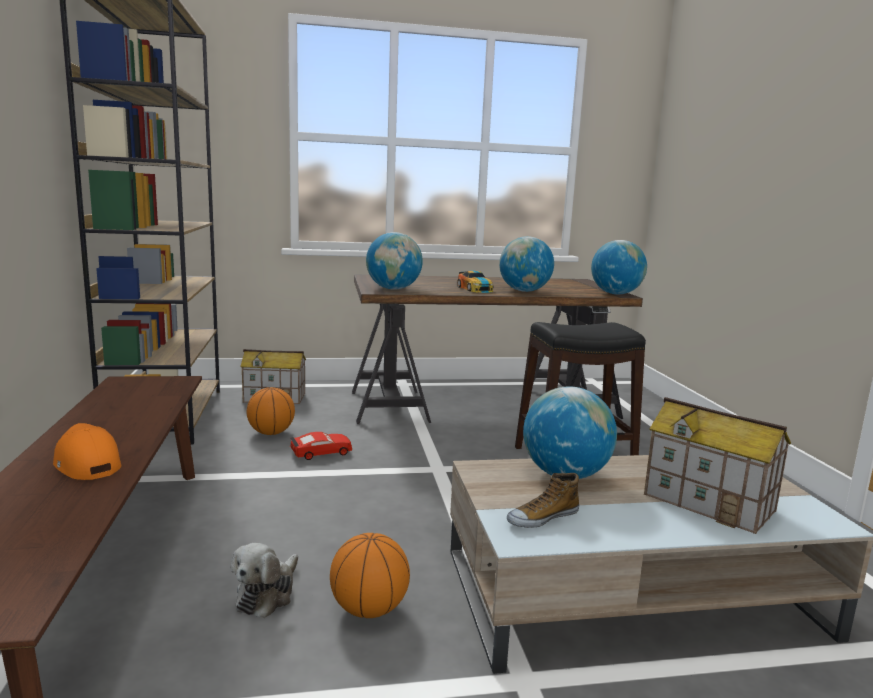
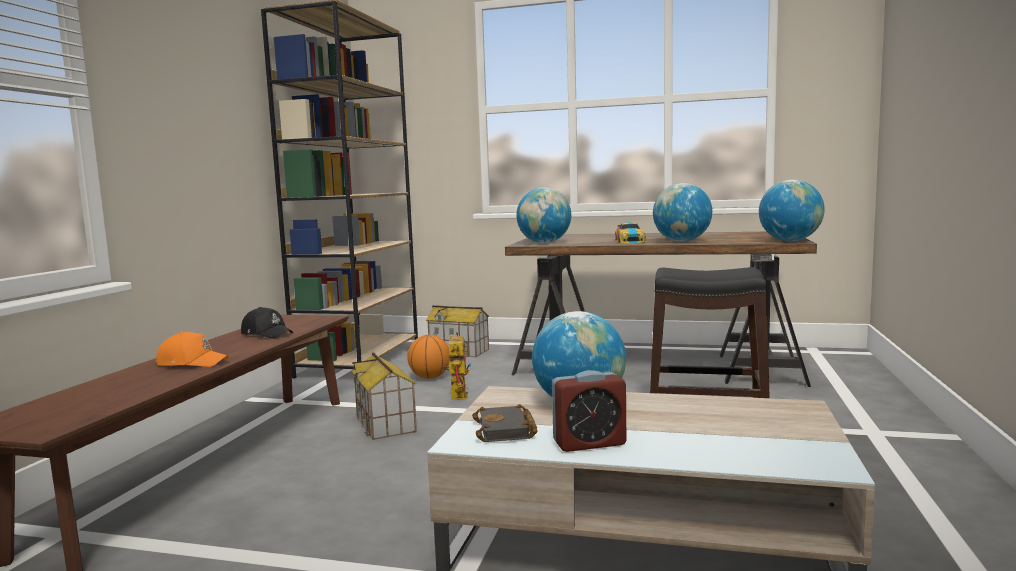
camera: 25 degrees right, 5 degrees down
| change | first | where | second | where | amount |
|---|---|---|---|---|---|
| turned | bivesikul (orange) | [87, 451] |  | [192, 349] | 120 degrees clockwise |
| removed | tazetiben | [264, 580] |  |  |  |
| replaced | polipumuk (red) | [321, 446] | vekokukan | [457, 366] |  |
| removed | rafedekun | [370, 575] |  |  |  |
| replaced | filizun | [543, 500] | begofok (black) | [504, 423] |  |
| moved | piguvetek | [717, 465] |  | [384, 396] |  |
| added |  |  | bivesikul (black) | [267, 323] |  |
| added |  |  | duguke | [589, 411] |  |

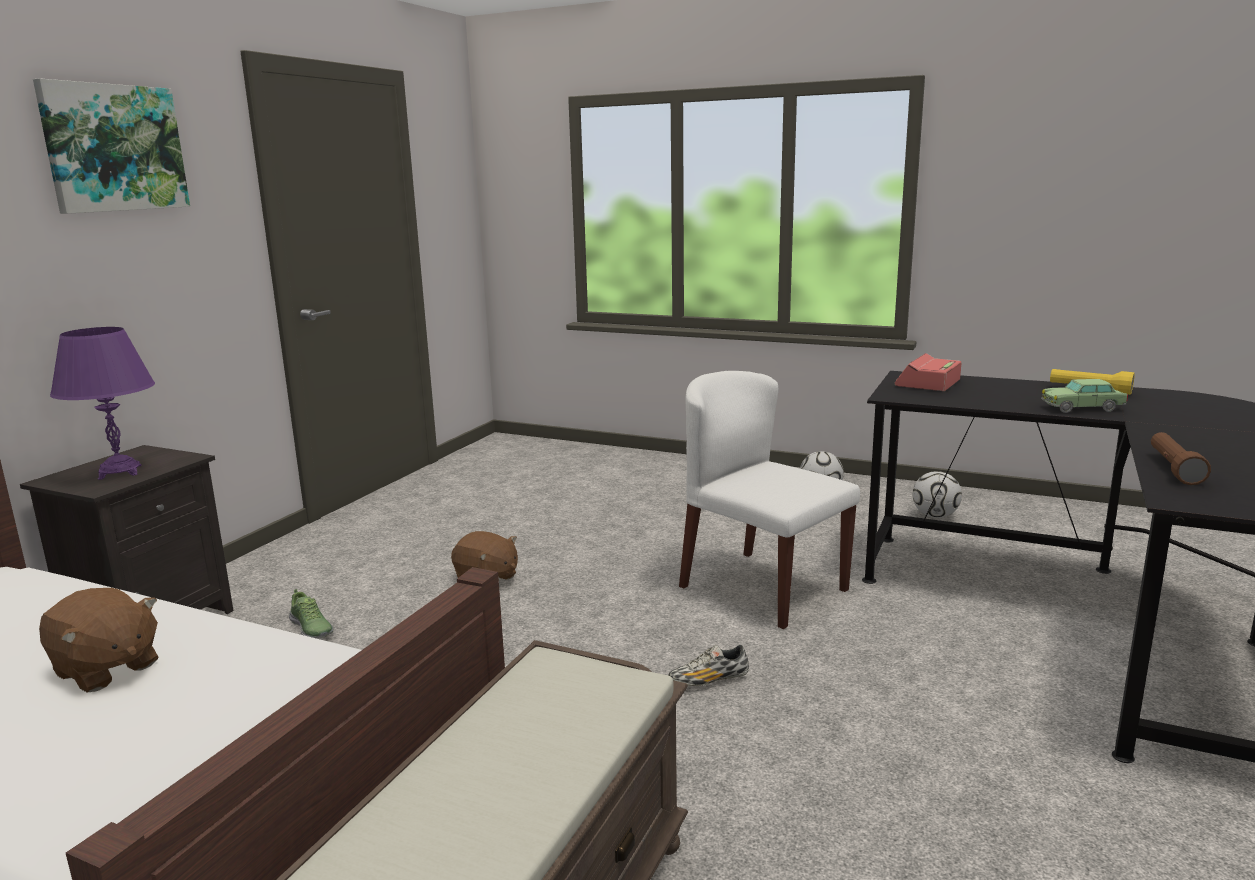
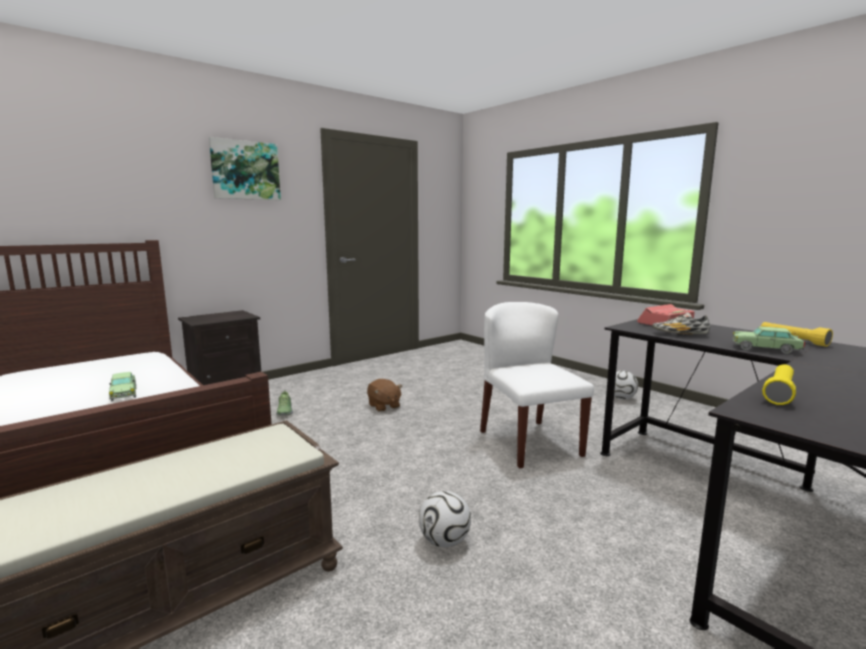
camera: 25 degrees right, 5 degrees down
| change | first | where | second | where | amount |
|---|---|---|---|---|---|
| replaced | tazetiben (brown) | [98, 640] | polipumuk | [122, 386] |  |
| removed | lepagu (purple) | [102, 403] |  |  |  |
| moved | filizun | [708, 665] |  | [681, 323] |  |
| moved | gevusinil | [937, 494] |  | [445, 519] |  |
| recoloured | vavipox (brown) | [1181, 458] | vavipox (yellow) | [779, 384] |  |

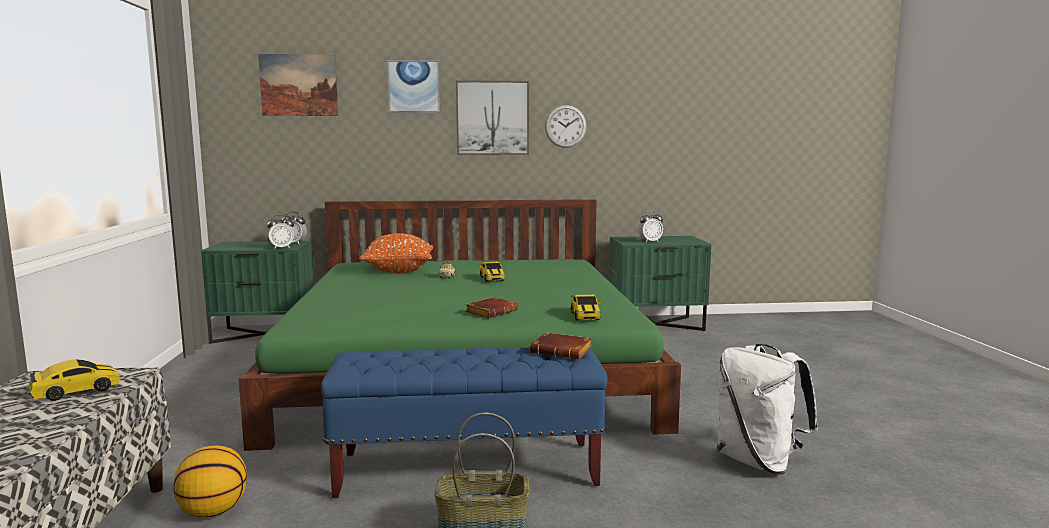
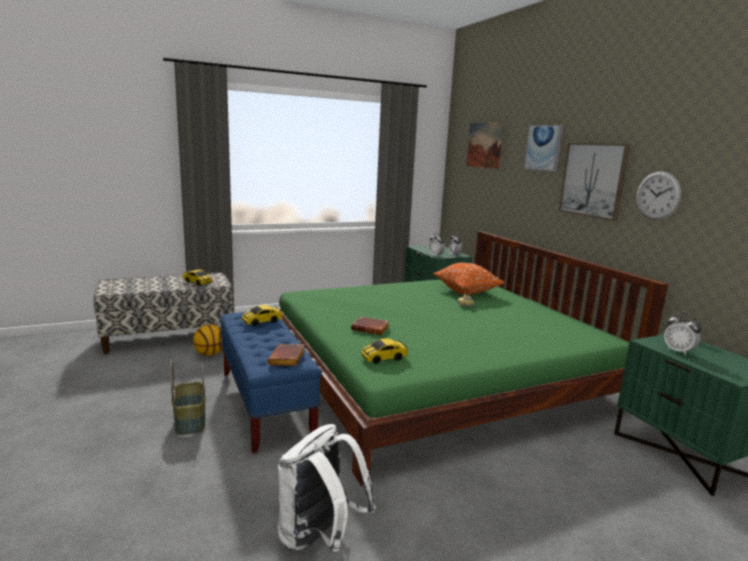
camera: 70 degrees right, 5 degrees up
| change | first | where | second | where | amount |
|---|---|---|---|---|---|
| moved | polipumuk | [492, 272] |  | [262, 315] |  |

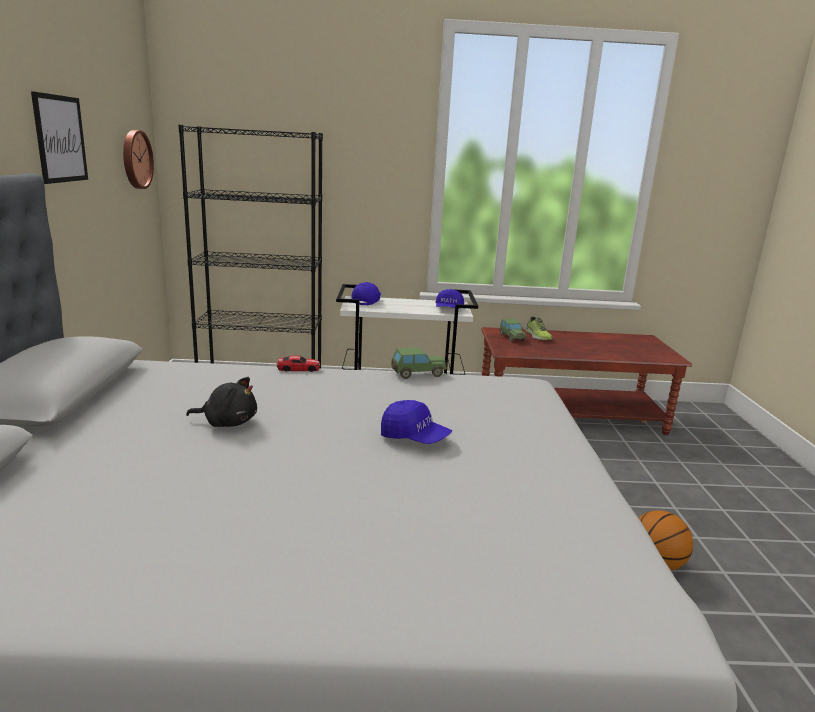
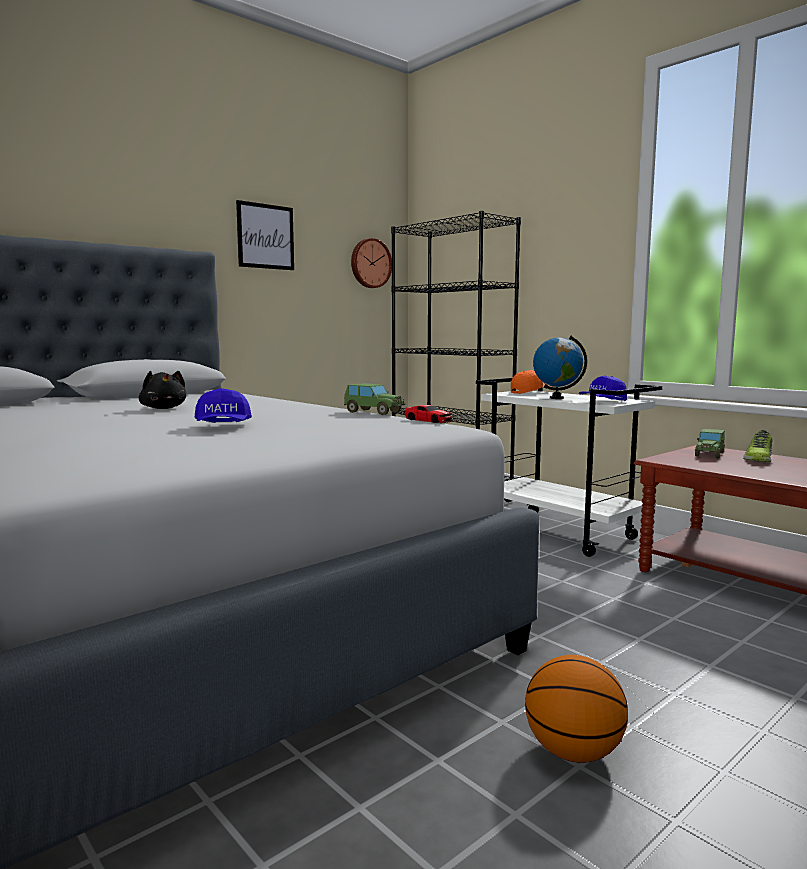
camera: 50 degrees right, 10 degrees down
| change | first | where | second | where | amount |
|---|---|---|---|---|---|
| moved | polipumuk | [298, 364] |  | [428, 414] |  |
| recoloured | bivesikul (blue) | [366, 294] | bivesikul (orange) | [532, 382] |  |
| added |  |  | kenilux | [560, 367] |  |

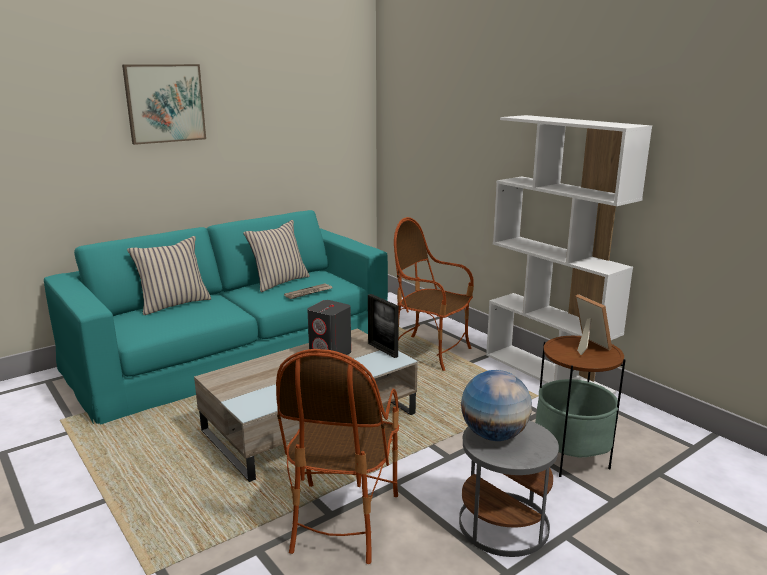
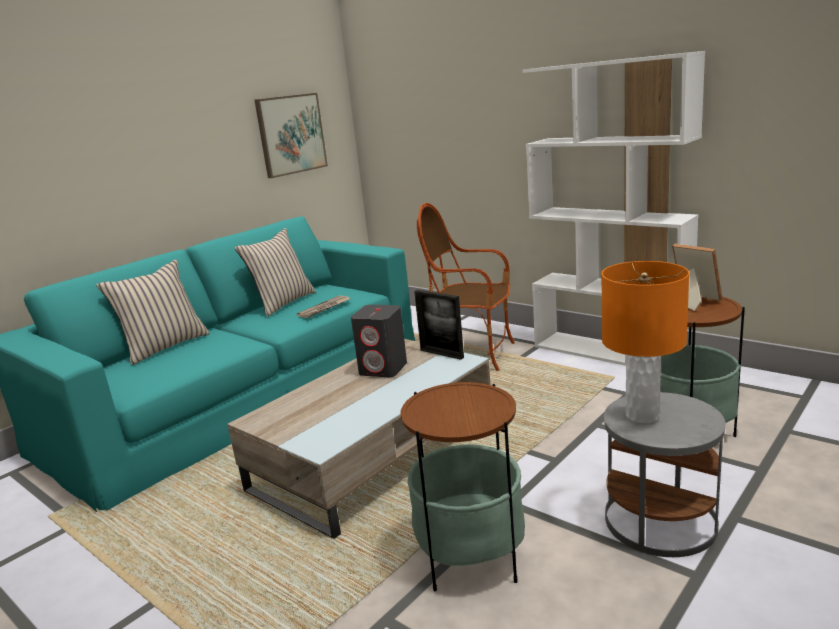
camera: 10 degrees left, 0 degrees up
| change | first | where | second | where | amount |
|---|---|---|---|---|---|
| moved | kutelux | [164, 104] |  | [291, 135] |  |
| replaced | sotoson | [337, 456] | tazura | [462, 486] |  |
| replaced | kenilux | [496, 405] | lepagu (orange) | [645, 342] |  |

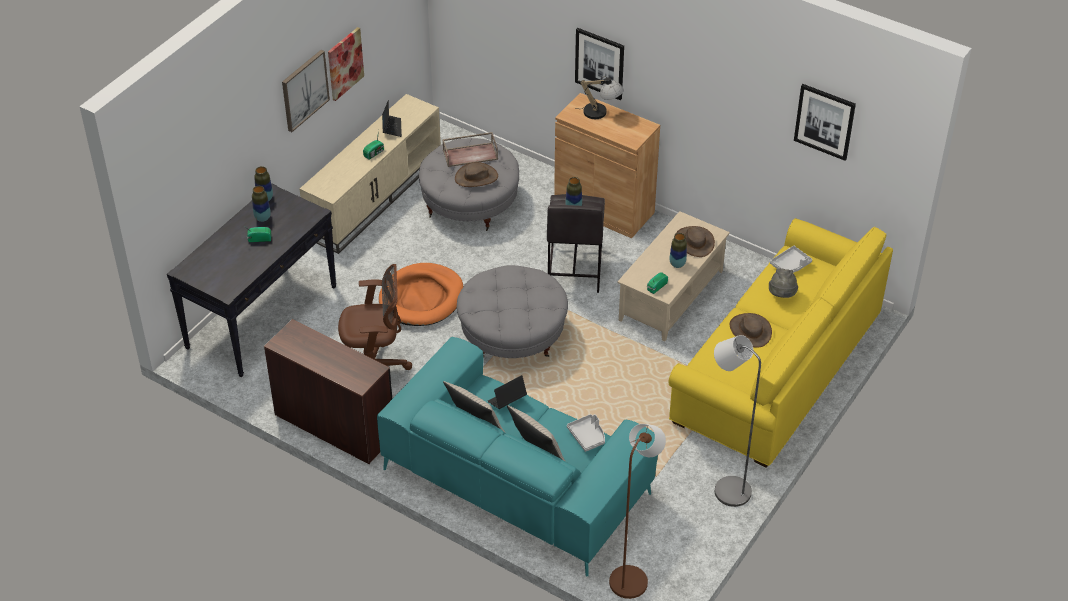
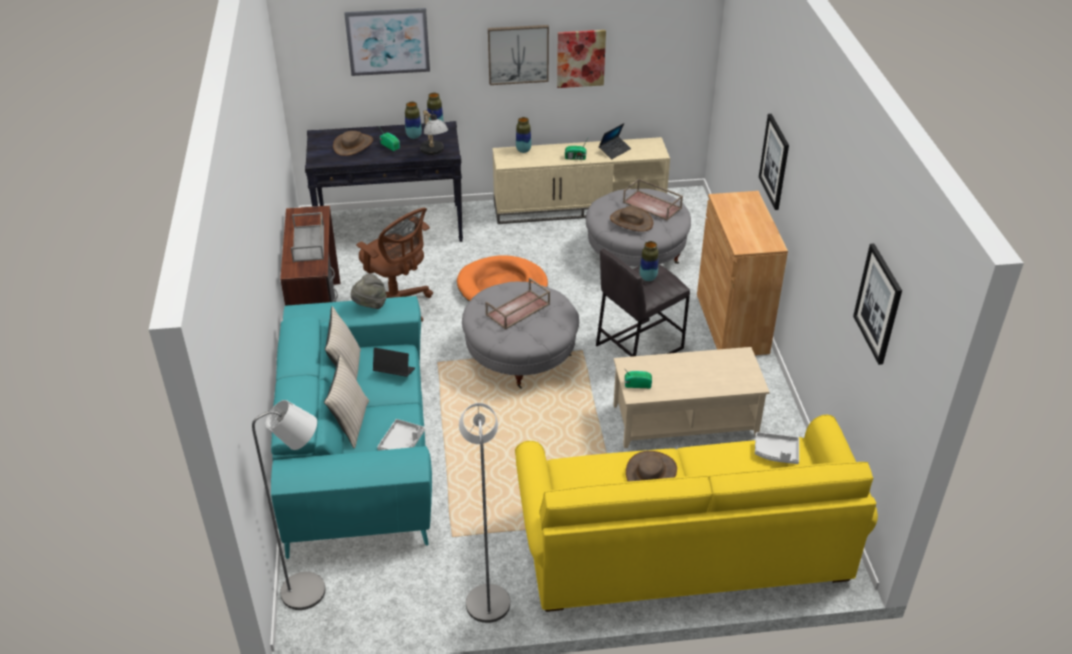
camera: 50 degrees right, 5 degrees down
| change | first | where | second | where | amount |
|---|---|---|---|---|---|
| moved | lepagu | [599, 97] |  | [434, 132] |  |
| recoloured | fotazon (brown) | [637, 511] | fotazon (grey) | [288, 505] |  |
| moved | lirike | [678, 250] |  | [523, 135] |  |
| moved | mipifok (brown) | [695, 241] |  | [353, 143] |  |
| moved | mipifok (grey) | [783, 283] |  | [369, 291] |  |
| added |  |  | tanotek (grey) | [307, 237] |  |
| added |  |  | kutelux | [387, 42] |  |
| added |  |  | tanotek (brown) | [517, 304] |  |

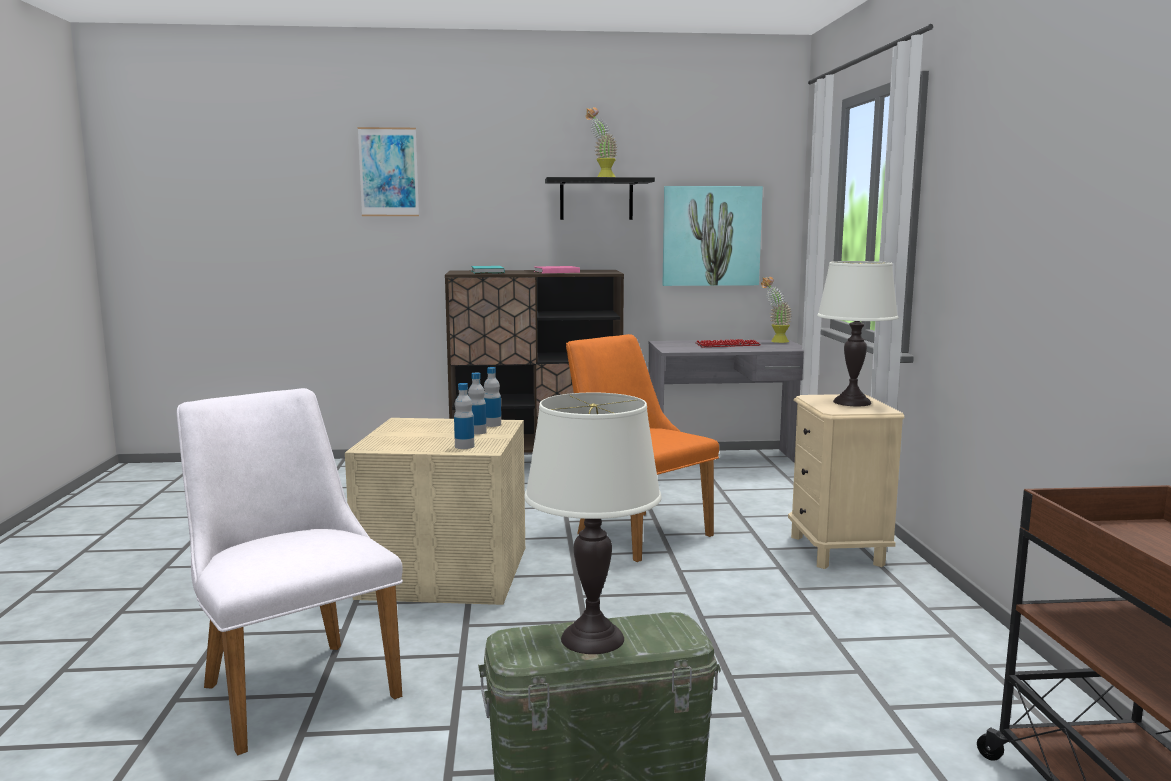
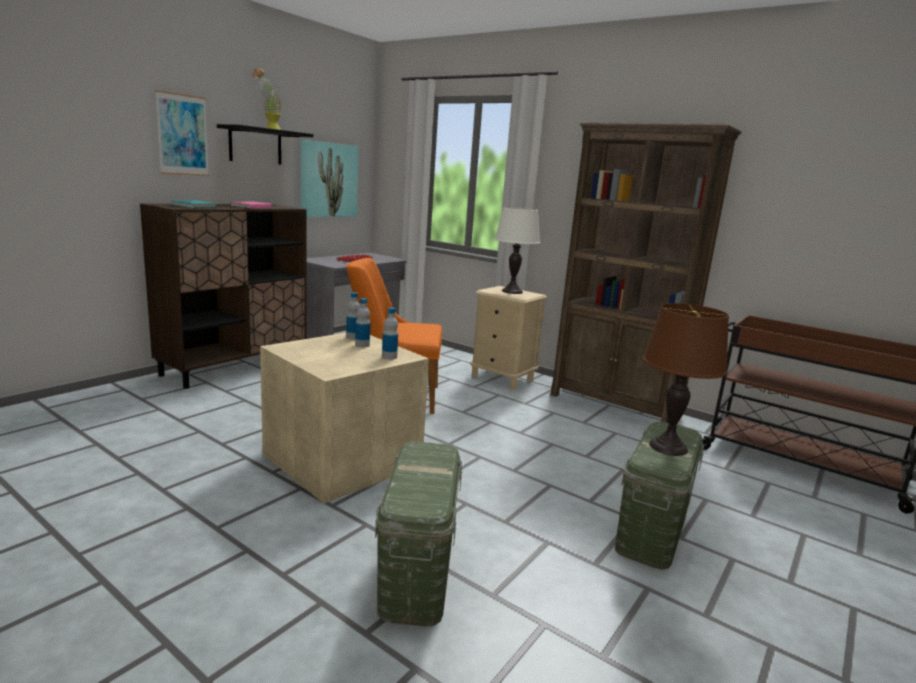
camera: 50 degrees left, 5 degrees up
| change | first | where | second | where | amount |
|---|---|---|---|---|---|
| replaced | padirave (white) | [290, 572] | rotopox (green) | [418, 534] |  |
| moved | kutelux | [388, 171] |  | [182, 133] |  |
| recoloured | lepagu (white) | [593, 523] | lepagu (brown) | [685, 379] |  |
| removed | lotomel | [776, 310] |  |  |  |
| added |  |  | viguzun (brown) | [646, 272] |  |

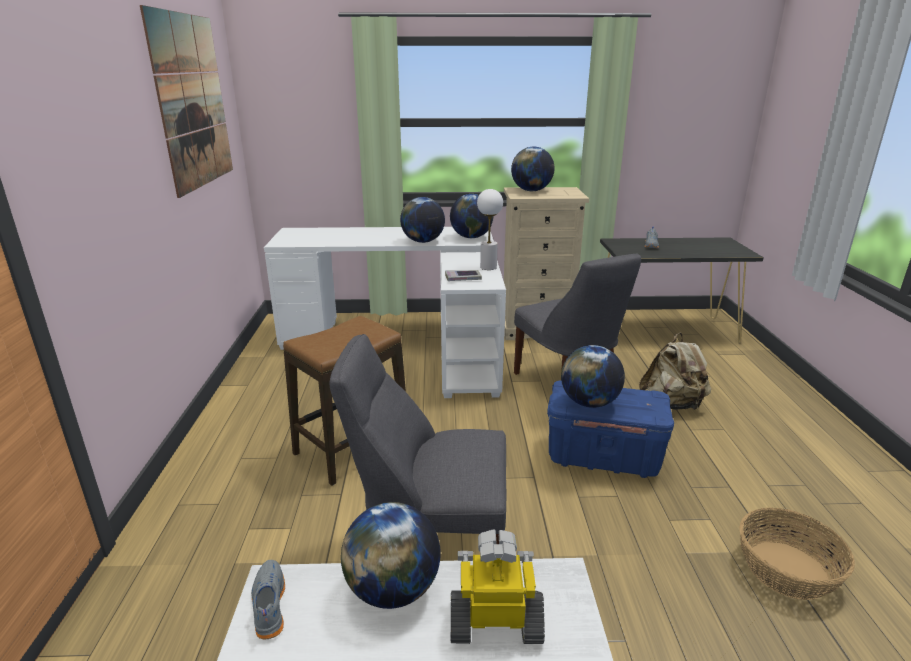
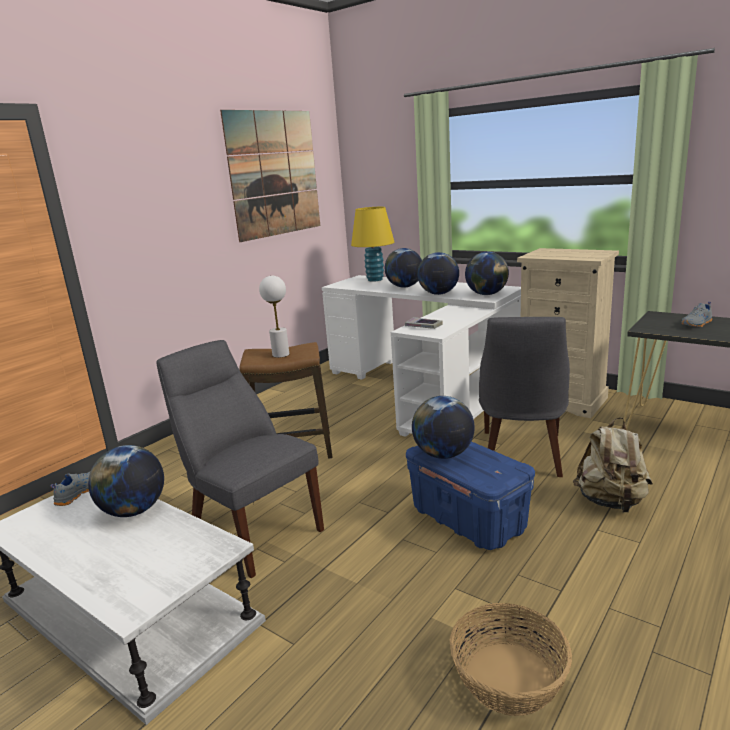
camera: 40 degrees right, 5 degrees down
| change | first | where | second | where | amount |
|---|---|---|---|---|---|
| removed | vekokukan | [498, 586] |  |  |  |
| moved | lepagu (white) | [490, 229] |  | [274, 317] |  |
| moved | kenilux | [533, 169] |  | [403, 268] |  |
| added |  |  | lepagu (yellow) | [372, 244] |  |

